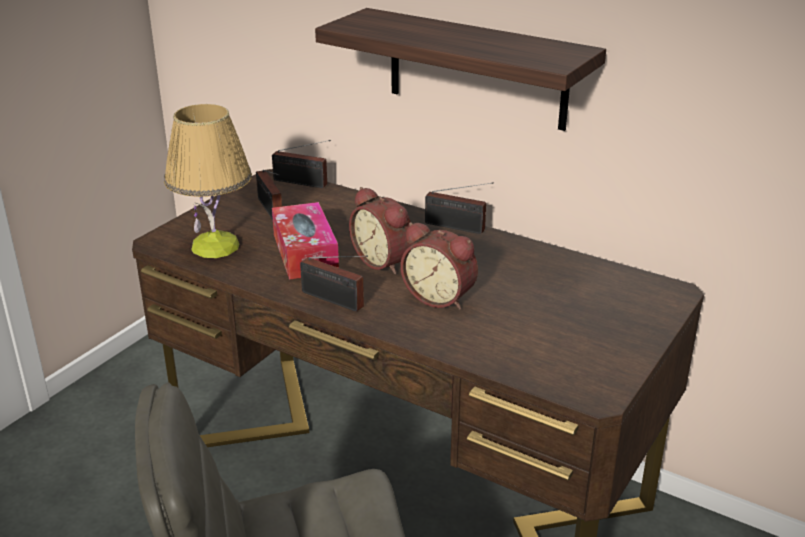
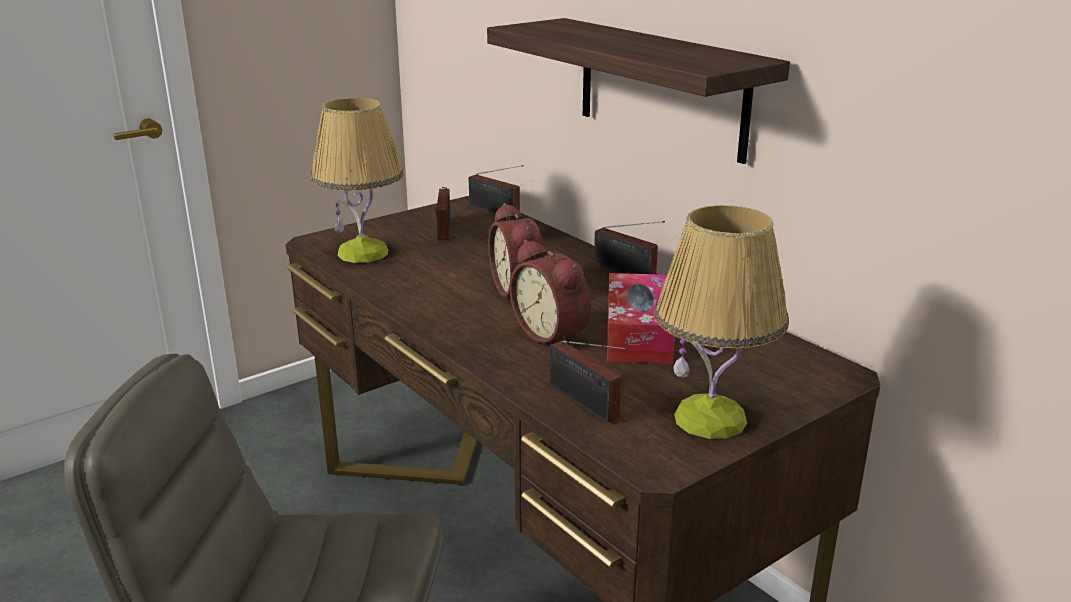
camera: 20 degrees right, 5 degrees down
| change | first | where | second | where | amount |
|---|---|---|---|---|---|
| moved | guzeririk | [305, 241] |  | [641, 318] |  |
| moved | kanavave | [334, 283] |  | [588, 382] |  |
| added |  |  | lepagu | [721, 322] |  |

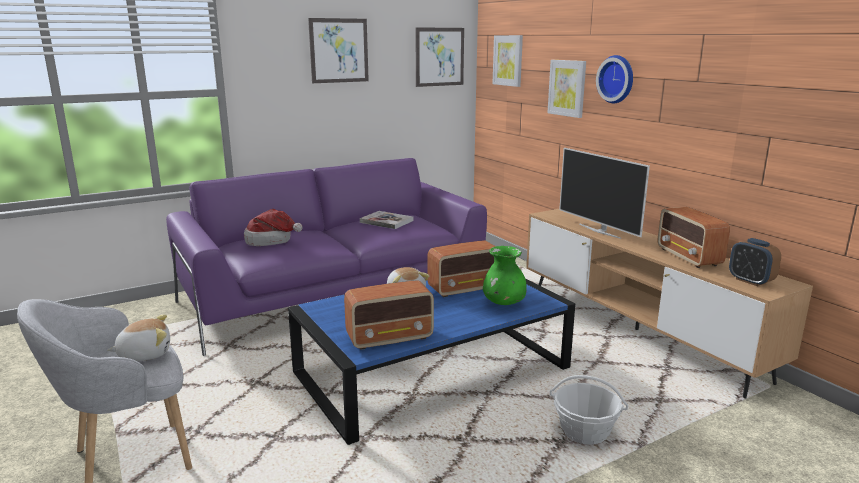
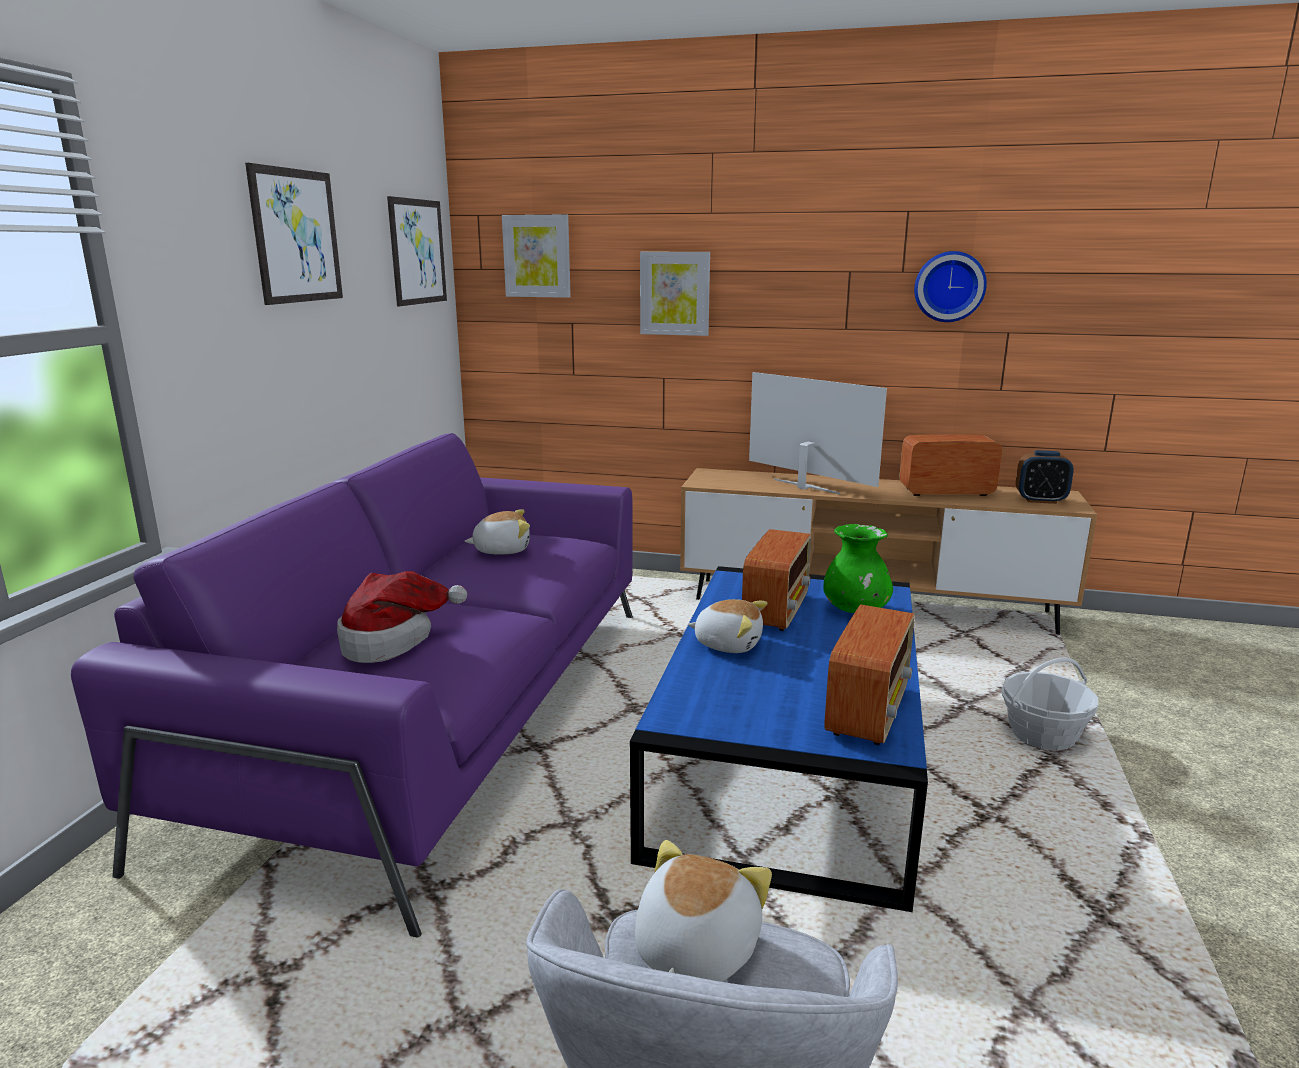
camera: 45 degrees left, 0 degrees up
| change | first | where | second | where | amount |
|---|---|---|---|---|---|
| replaced | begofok | [386, 220] | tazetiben | [497, 532] |  |
| turned | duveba | [604, 193] |  | [818, 433] | 150 degrees counterclockwise |
| moved | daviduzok | [614, 79] |  | [950, 286] |  |
| turned | kanavave | [694, 237] |  | [951, 465] | 150 degrees clockwise |

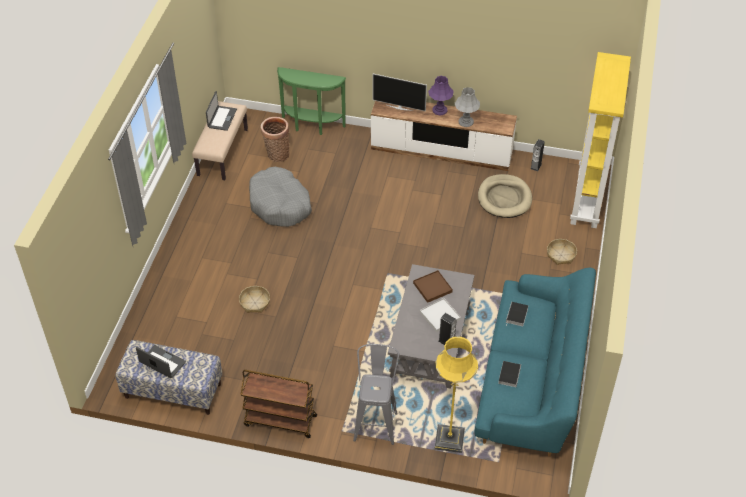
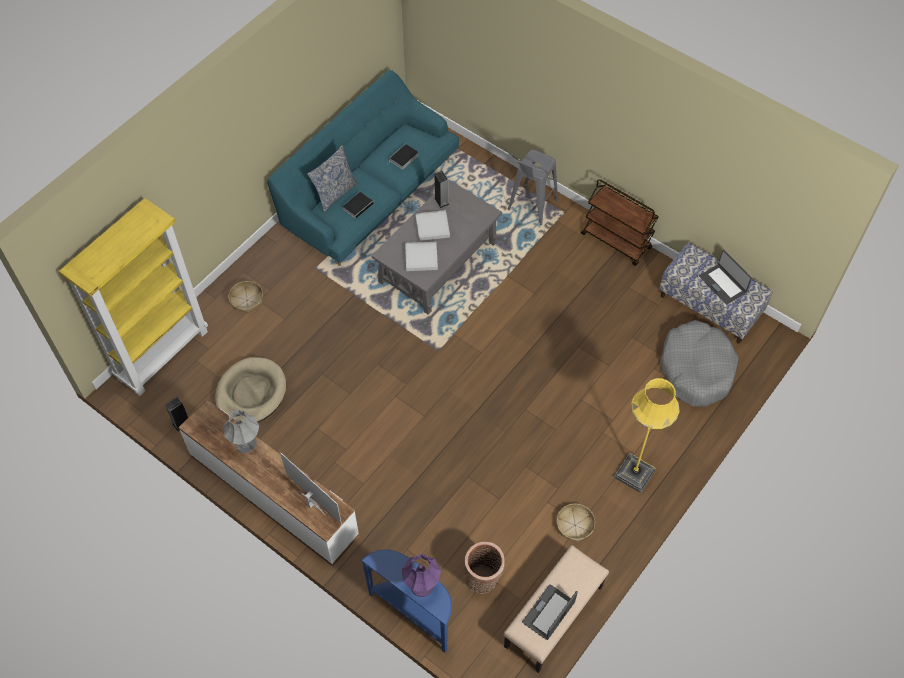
camera: 155 degrees left, 10 degrees up
| change | first | where | second | where | amount |
|---|---|---|---|---|---|
| moved | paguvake | [254, 299] |  | [576, 523] |  |
| moved | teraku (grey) | [280, 197] |  | [699, 363] |  |
| recoloured | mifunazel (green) | [311, 101] | mifunazel (blue) | [406, 601] |  |
| recoloured | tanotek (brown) | [433, 286] | tanotek (white) | [421, 256] |  |
| moved | lepagu (purple) | [441, 95] |  | [421, 575] |  |
| moved | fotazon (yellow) | [456, 394] |  | [647, 435] |  |
| added |  |  | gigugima | [332, 178] |  |

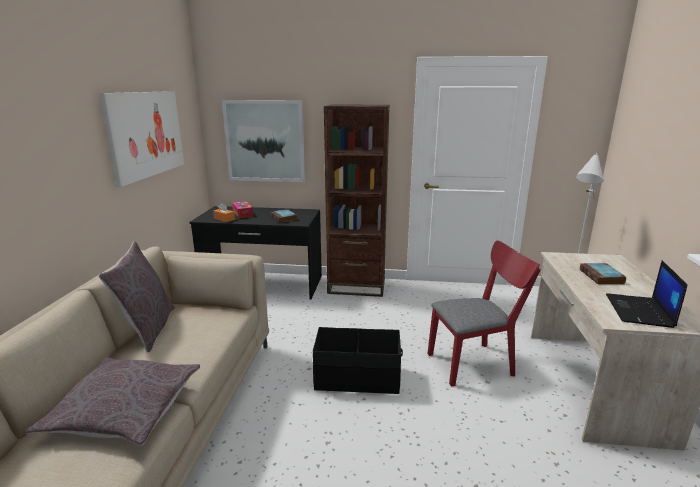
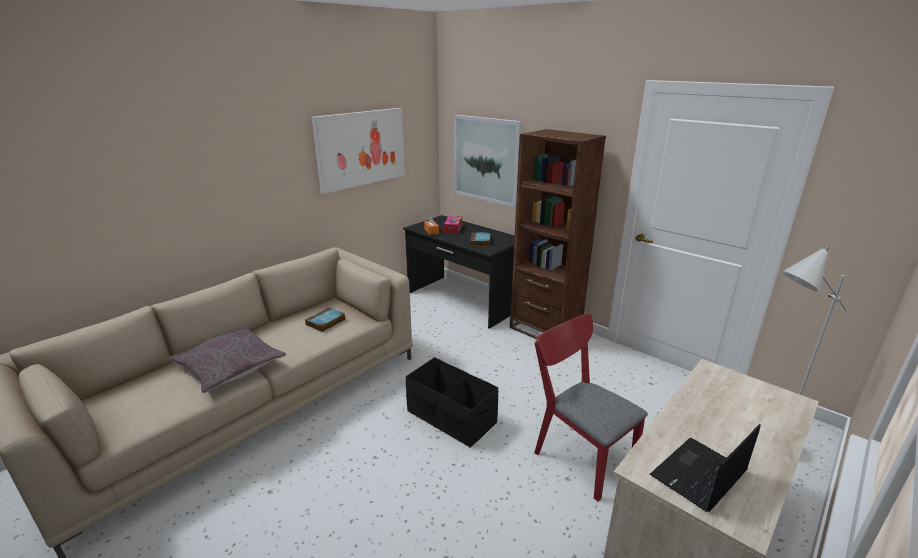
camera: 35 degrees right, 5 degrees up
| change | first | where | second | where | amount |
|---|---|---|---|---|---|
| removed | gigugima (grey) | [136, 296] |  |  |  |
| turned | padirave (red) | [484, 313] |  | [591, 407] | 150 degrees counterclockwise |
| moved | begofok | [603, 274] |  | [325, 319] |  |

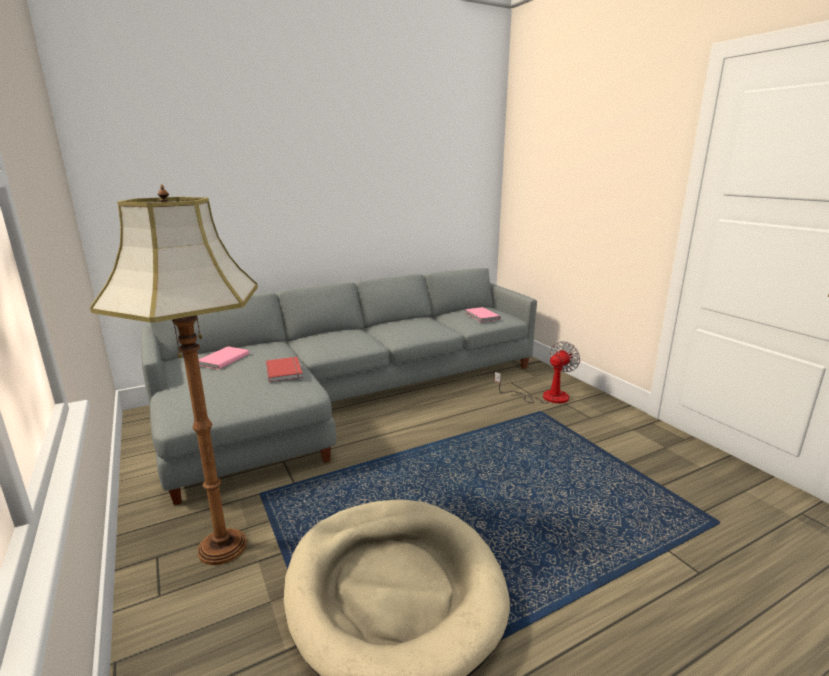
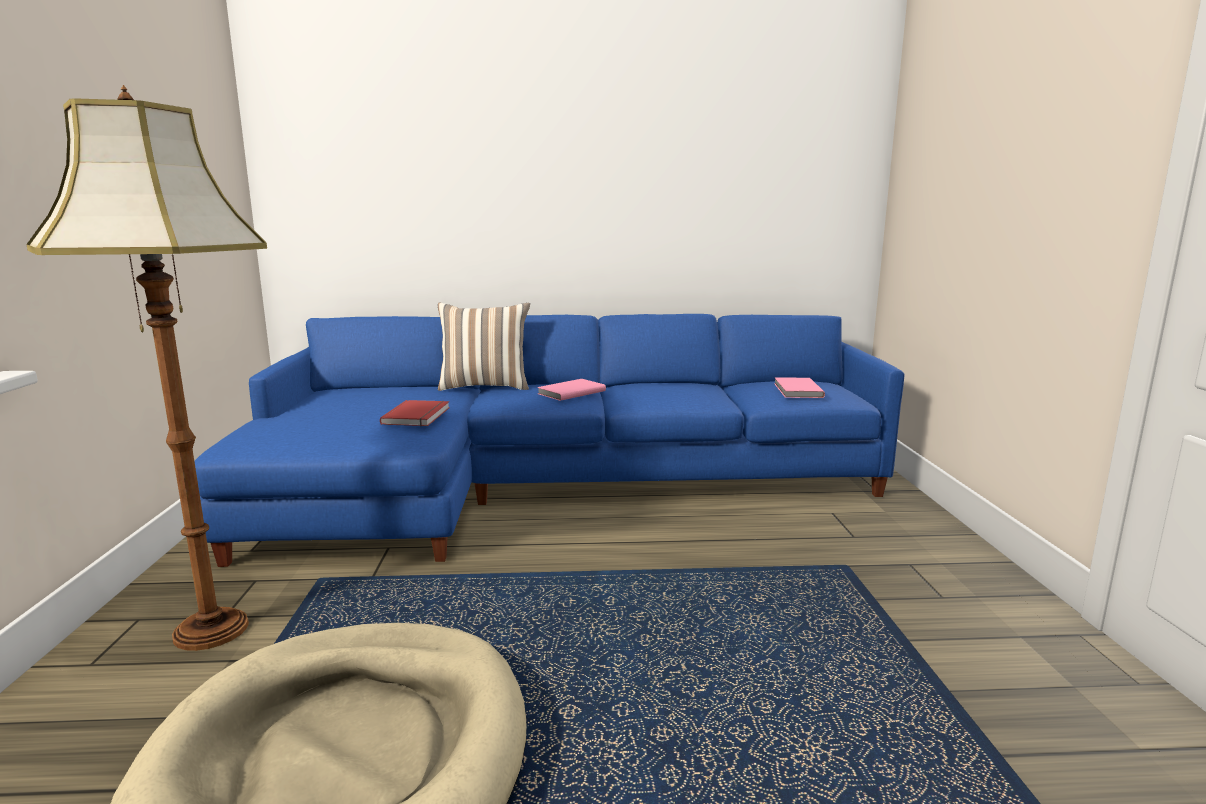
camera: 25 degrees right, 5 degrees down
| change | first | where | second | where | amount |
|---|---|---|---|---|---|
| recoloured | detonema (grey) | [339, 386] | detonema (blue) | [549, 440] |  |
| moved | begofok (pink) | [224, 357] |  | [571, 390] |  |
| removed | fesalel | [537, 372] |  |  |  |
| added |  |  | gigugima | [484, 347] |  |

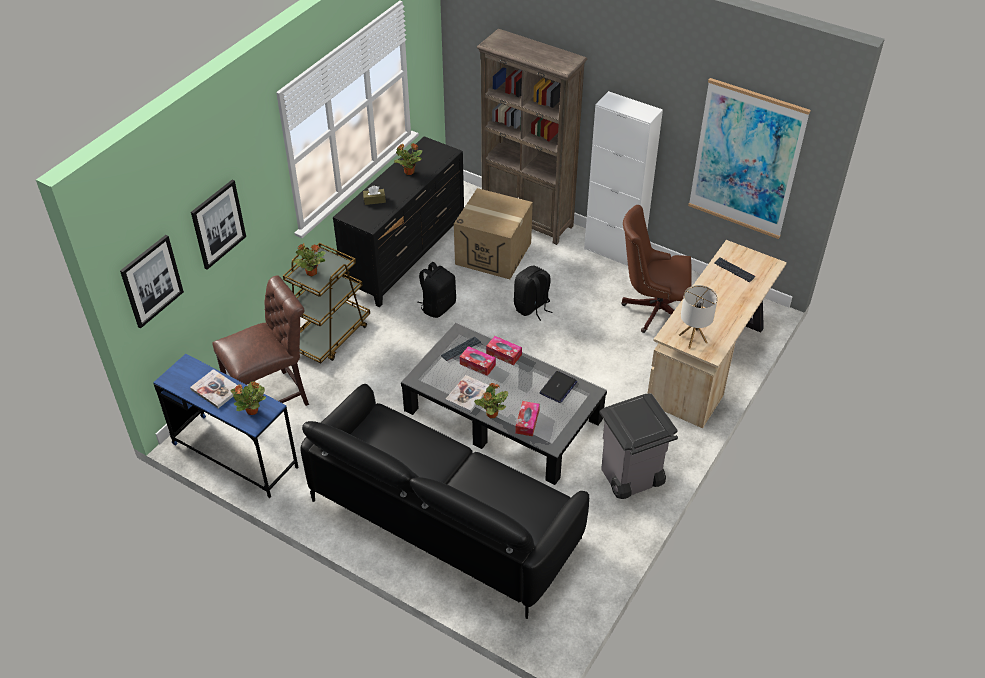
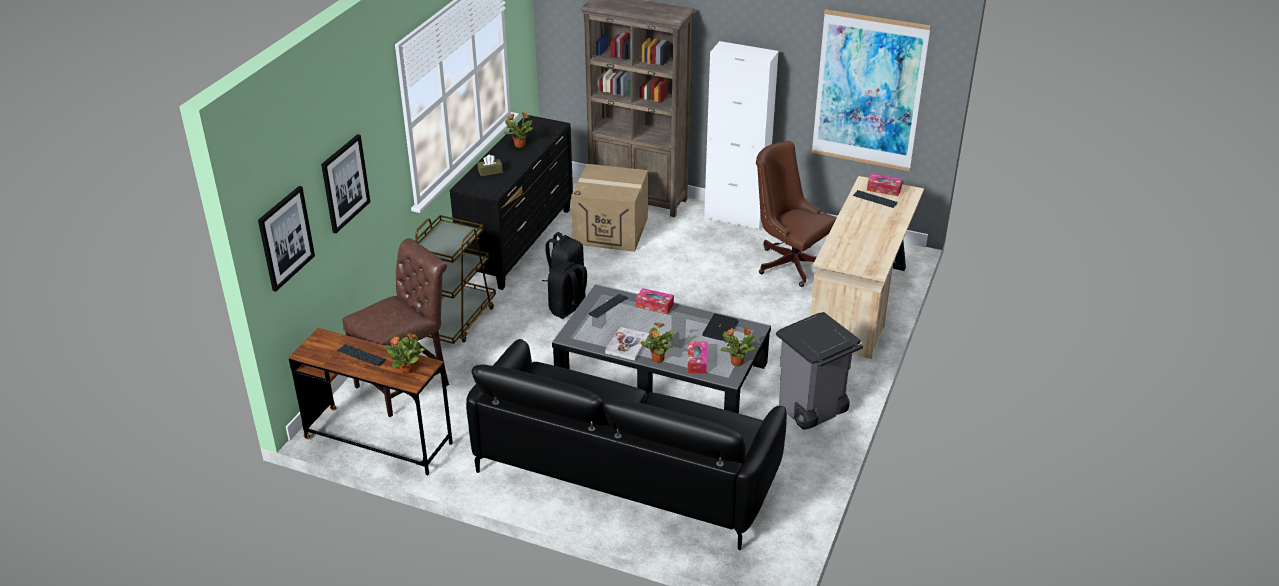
camera: 10 degrees left, 10 degrees down
| change | first | where | second | where | amount |
|---|---|---|---|---|---|
| recoloured | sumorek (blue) | [226, 426] | sumorek (brown) | [371, 401] |  |
| replaced | begofok | [213, 388] | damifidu | [361, 355] |  |
| moved | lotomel | [309, 259] |  | [738, 347] |  |
| moved | guzeririk | [478, 361] |  | [885, 184] |  |
| moved | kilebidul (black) | [533, 293] |  | [567, 290] |  |
| turned | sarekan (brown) | [656, 269] |  | [796, 214] | 45 degrees clockwise |
| removed | lepagu | [698, 317] |  |  |  |

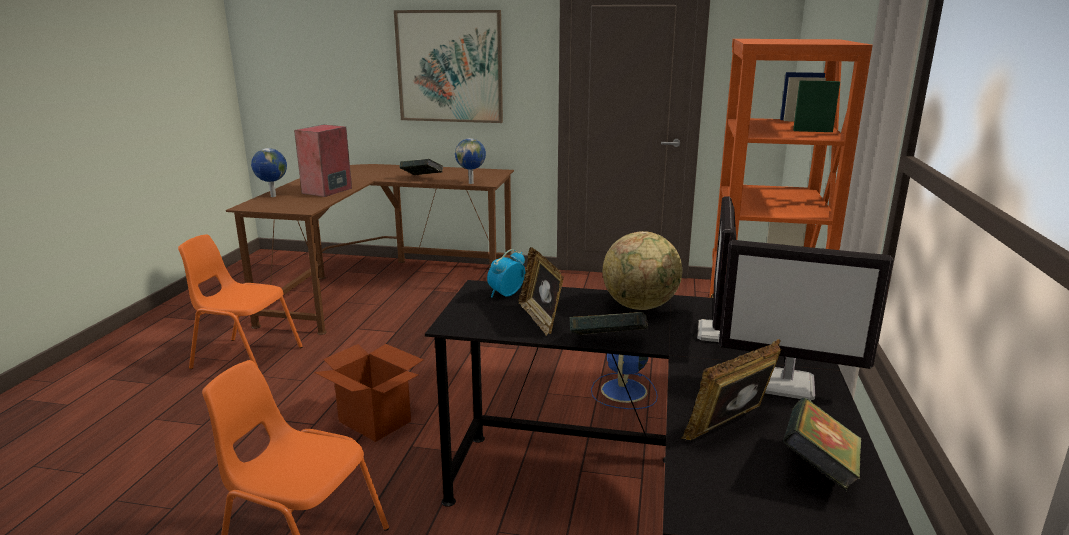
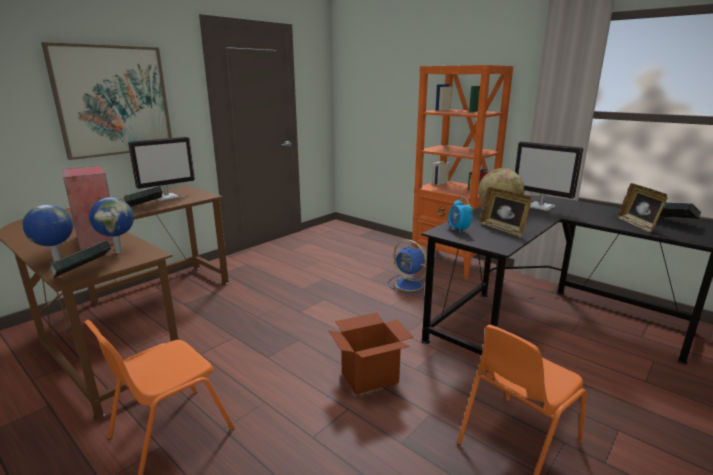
camera: 60 degrees left, 0 degrees up
| change | first | where | second | where | amount |
|---|---|---|---|---|---|
| moved | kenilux | [470, 161] |  | [111, 225] |  |
| turned | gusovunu | [541, 291] |  | [505, 212] | 45 degrees clockwise |
| moved | begofok | [609, 323] |  | [79, 259] |  |
| moved | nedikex | [806, 320] |  | [161, 169] |  |

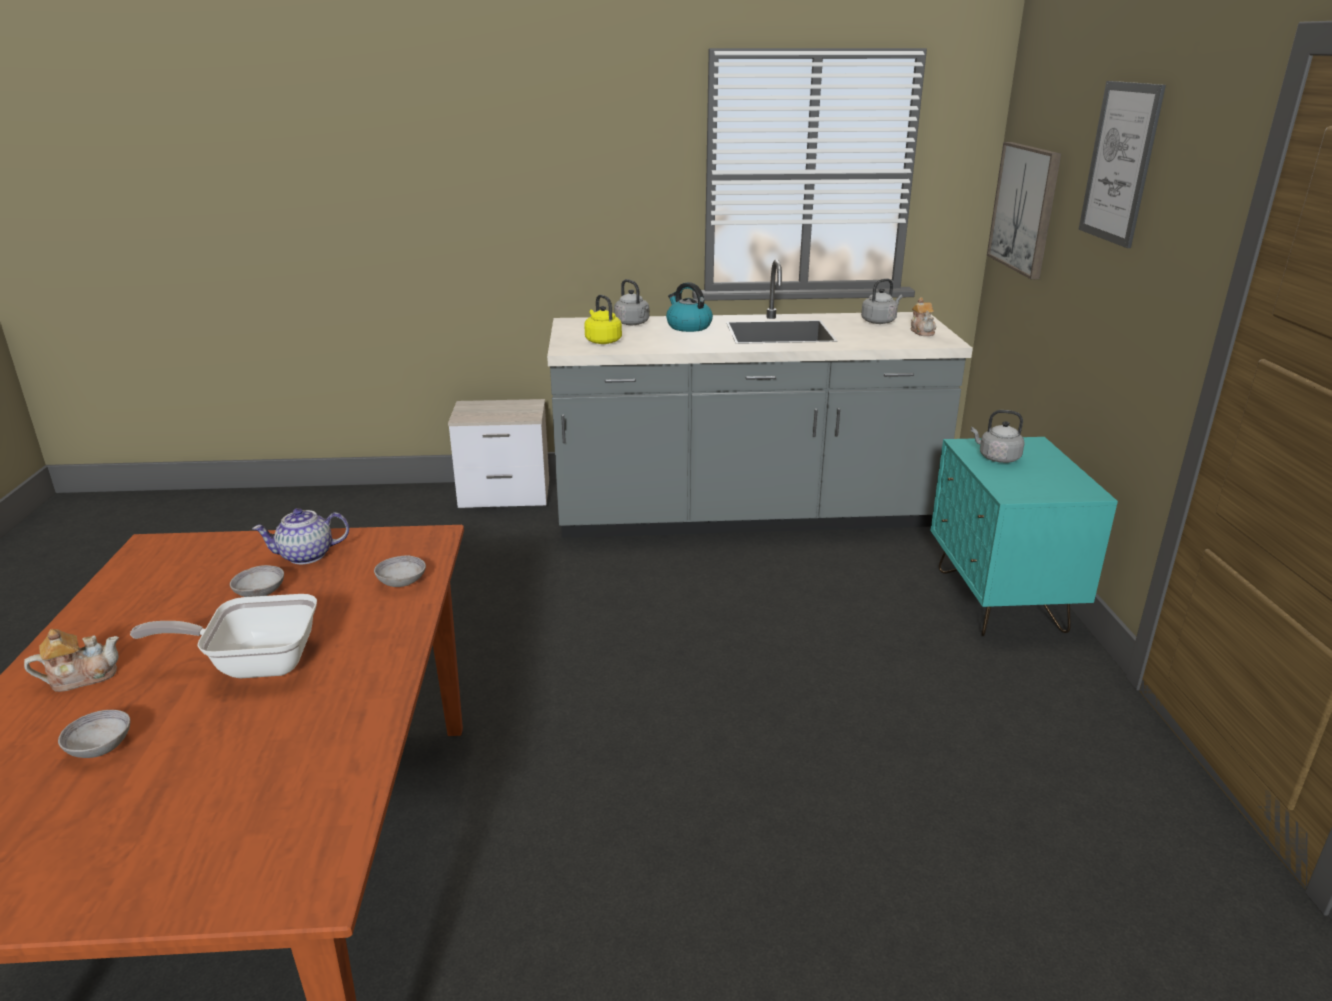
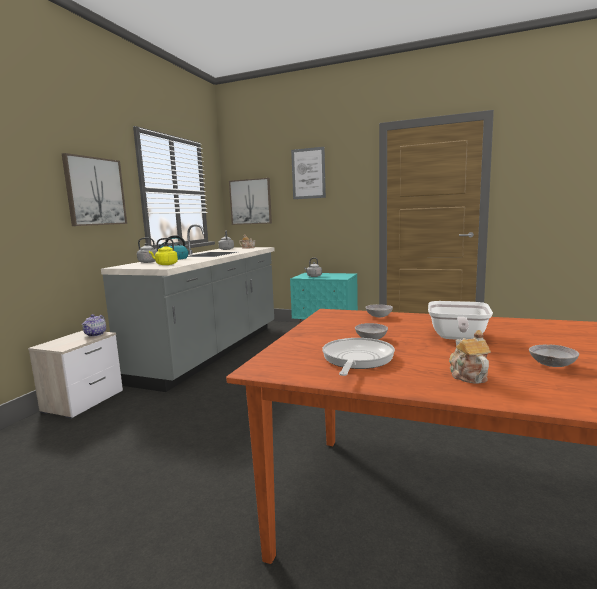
camera: 65 degrees left, 15 degrees down
| change | first | where | second | where | amount |
|---|---|---|---|---|---|
| moved | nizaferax | [300, 536] |  | [94, 325] |  |
| added |  |  | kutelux | [94, 189] |  |
| added |  |  | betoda | [358, 357] |  |

